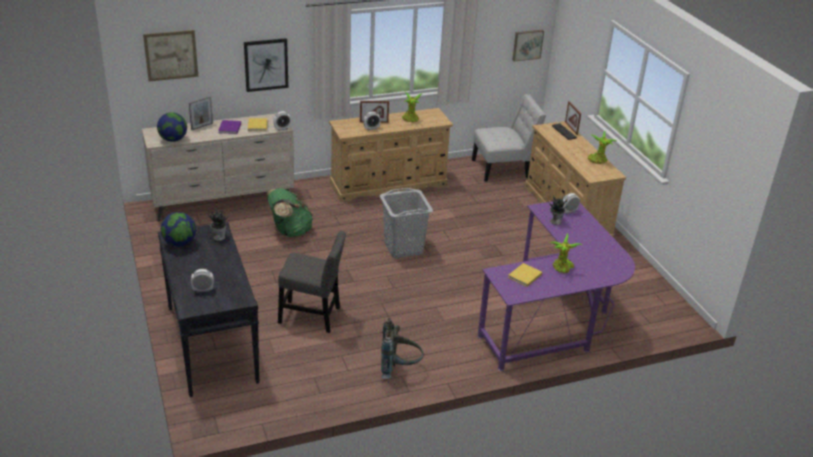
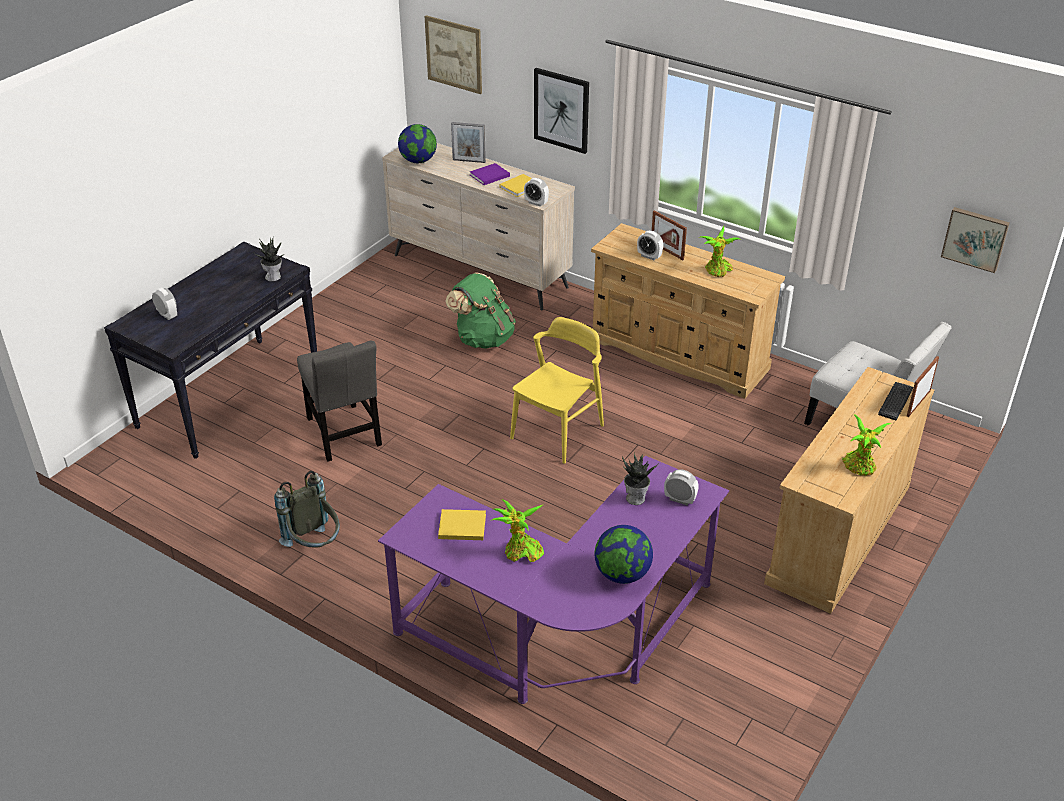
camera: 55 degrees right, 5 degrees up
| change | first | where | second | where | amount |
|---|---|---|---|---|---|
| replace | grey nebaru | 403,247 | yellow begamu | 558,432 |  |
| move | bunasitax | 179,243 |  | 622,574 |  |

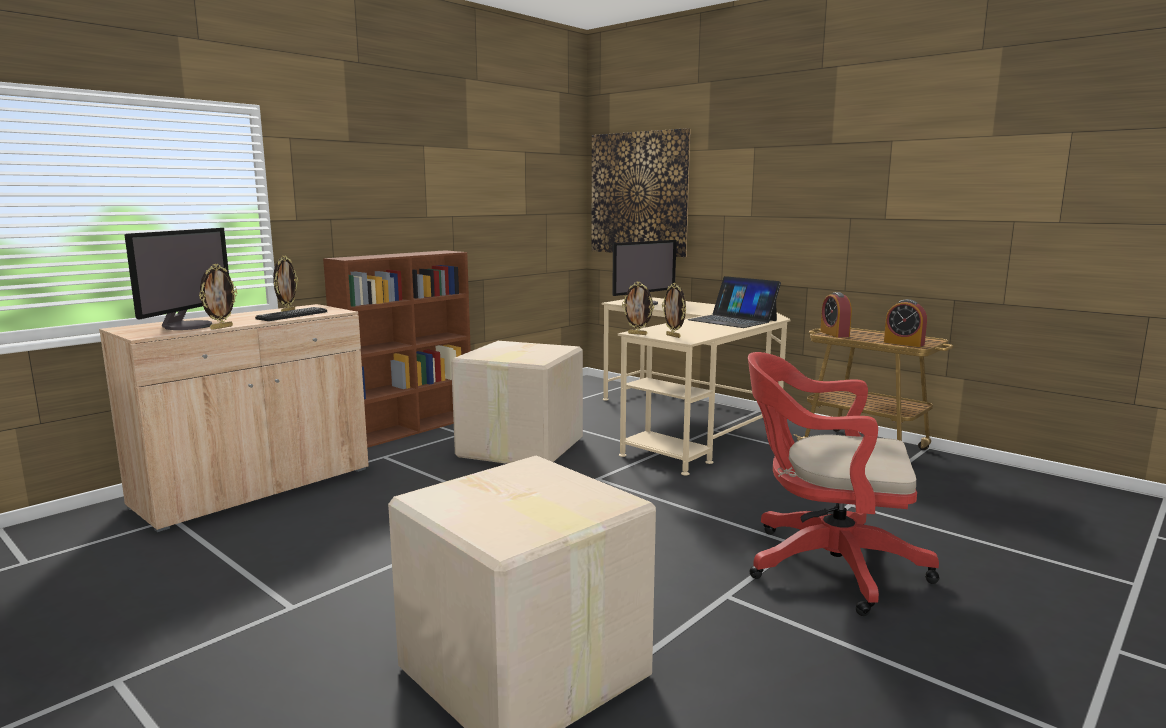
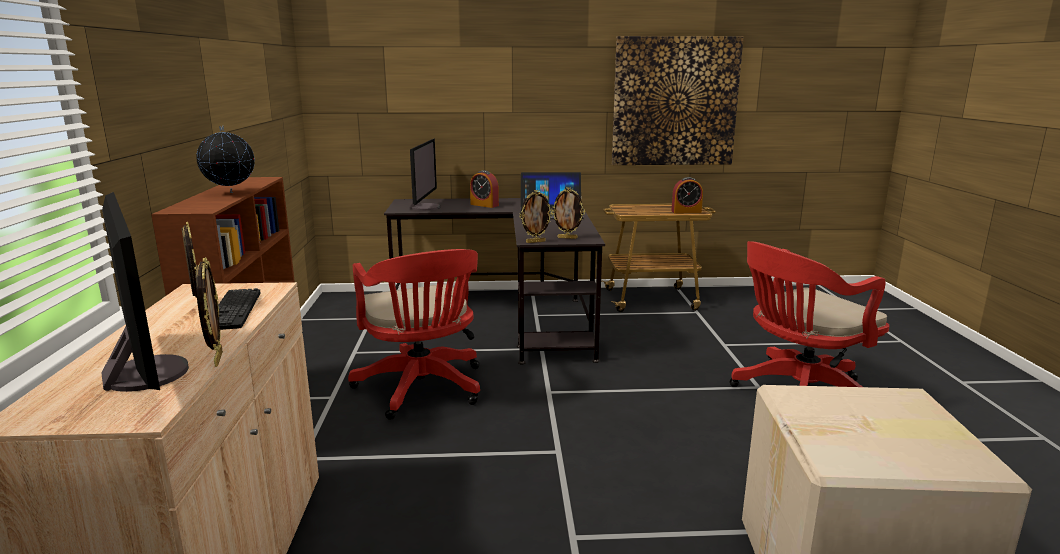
camera: 45 degrees left, 5 degrees up
| change | first | where | second | where | amount |
|---|---|---|---|---|---|
| move | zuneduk | 639,194 |  | 675,102 |  |
| move | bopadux | 834,334 |  | 484,205 |  |
| recolor | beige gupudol | 691,423 | black gupudol | 508,314 |  |
| replace | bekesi | 518,448 | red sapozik | 423,390 |  |
| insert |  |  | bunasitax | 230,193 |  |

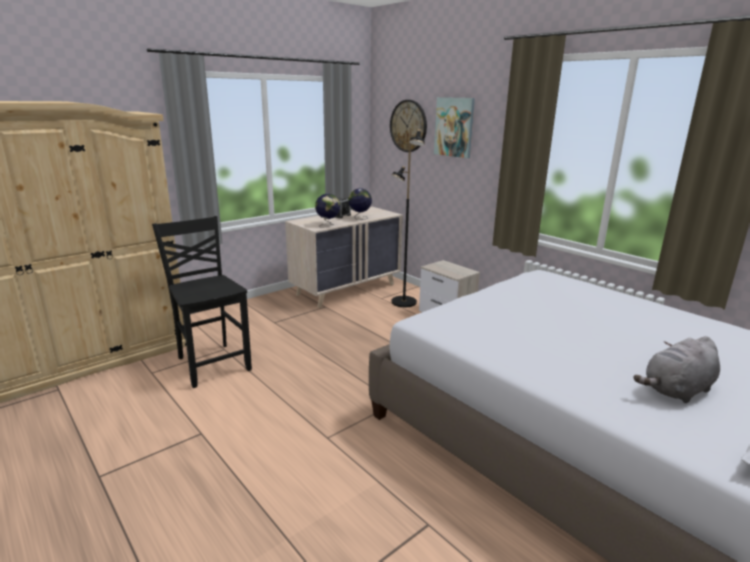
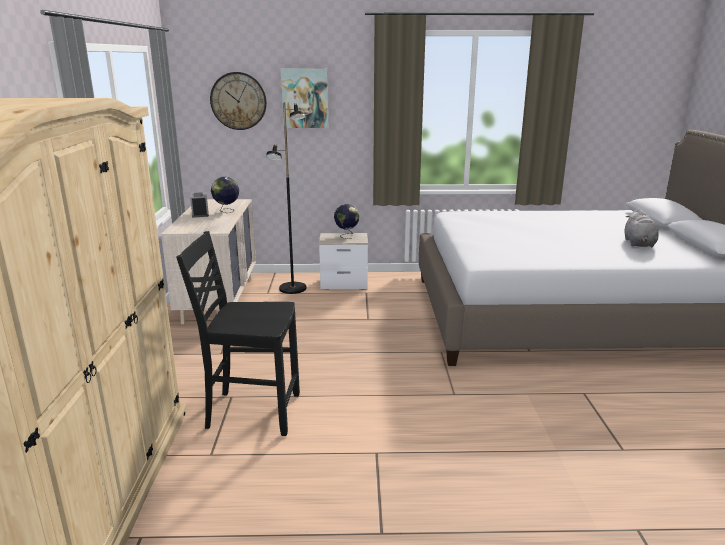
camera: 50 degrees left, 0 degrees up
| change | first | where | second | where | amount |
|---|---|---|---|---|---|
| move | bunasitax | 328,225 |  | 346,235 |  |

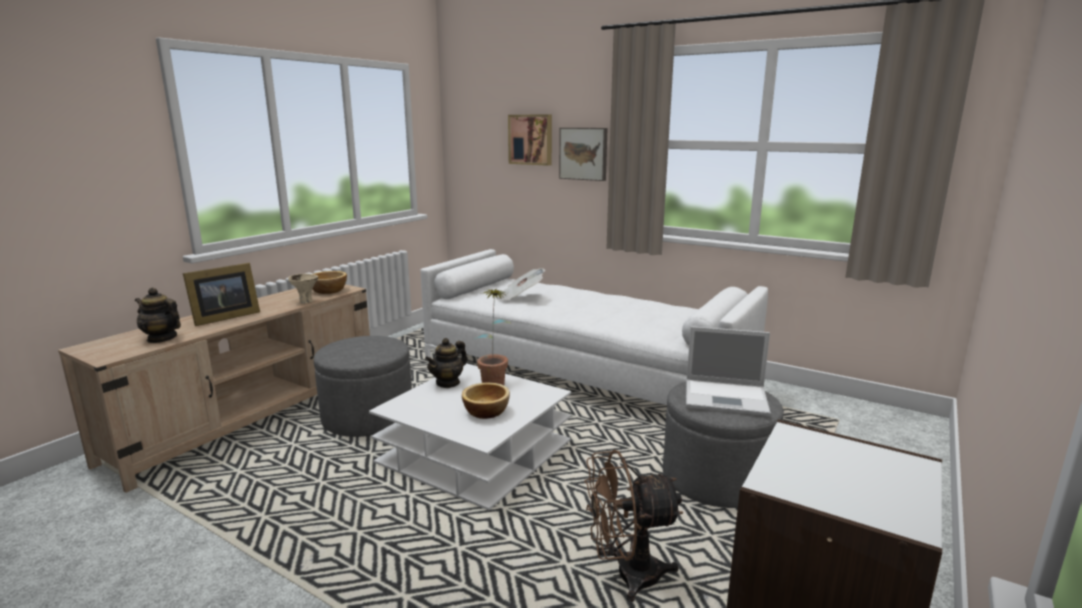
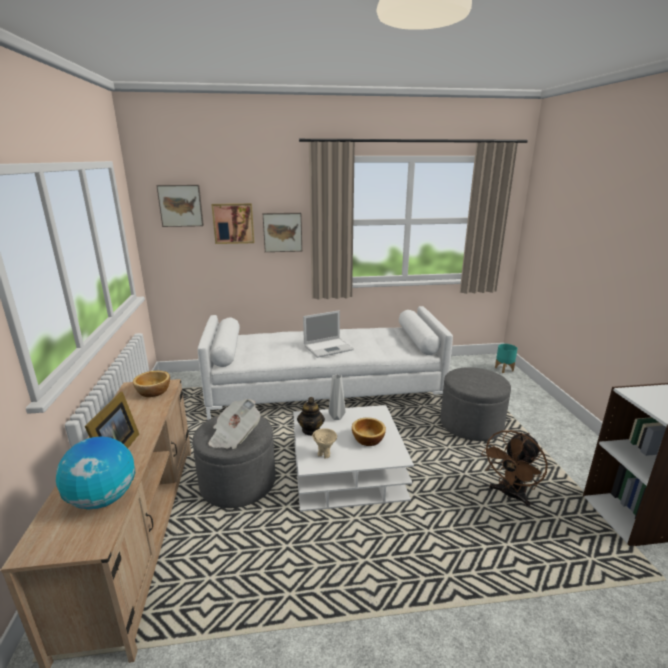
camera: 40 degrees left, 5 degrees up
| change | first | where | second | where | amount |
|---|---|---|---|---|---|
| move | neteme | 520,297 |  | 234,436 |  |
| move | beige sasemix | 305,301 |  | 324,454 |  |
| replace | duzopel | 162,338 | bunasitax | 103,499 |  |
| replace | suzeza | 494,381 | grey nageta | 336,417 |  |
| move | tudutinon | 727,397 |  | 329,347 |  |
| insert |  |  | zuneduk | 181,205 |  |
| insert |  |  | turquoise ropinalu | 504,369 |  |

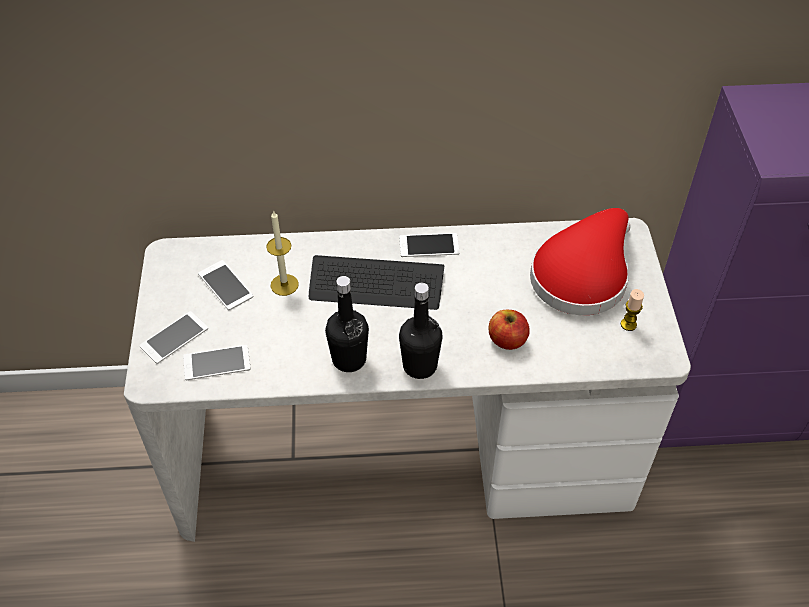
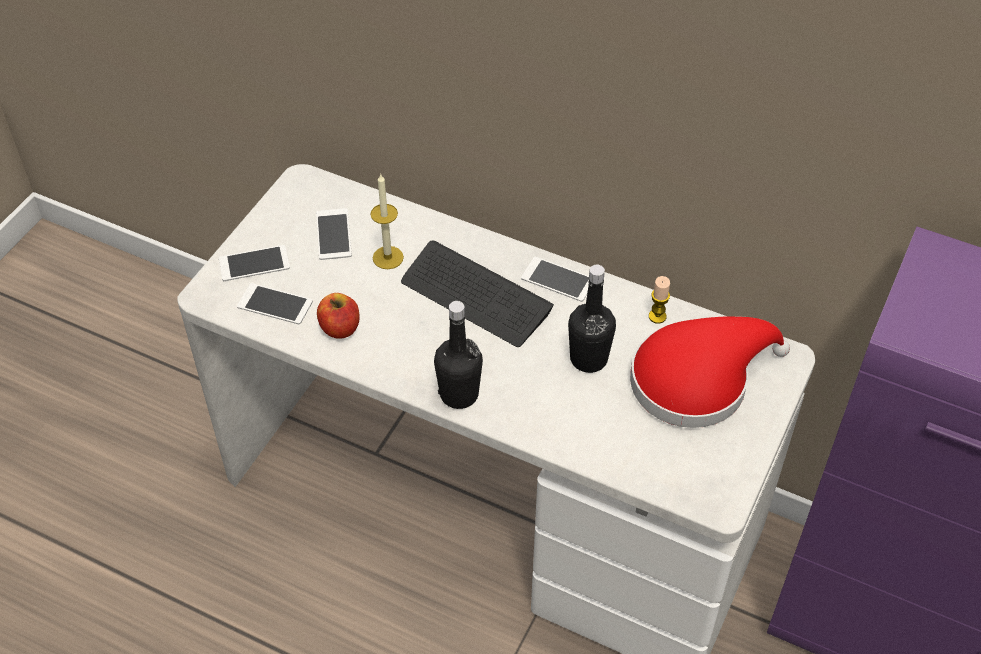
camera: 30 degrees right, 0 degrees up
| change | first | where | second | where | amount |
|---|---|---|---|---|---|
| move | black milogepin | 349,359 |  | 588,359 |  |
| move | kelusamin | 628,324 |  | 657,316 |  |
| move | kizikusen | 507,340 |  | 340,328 |  |

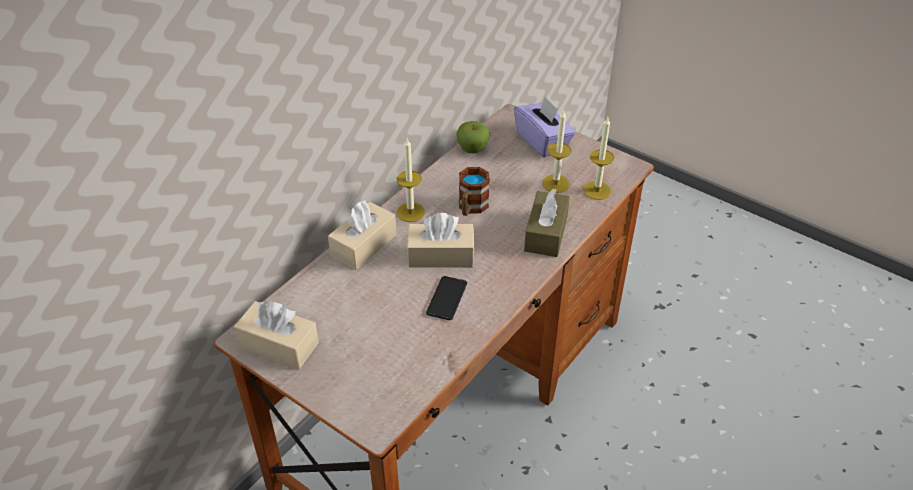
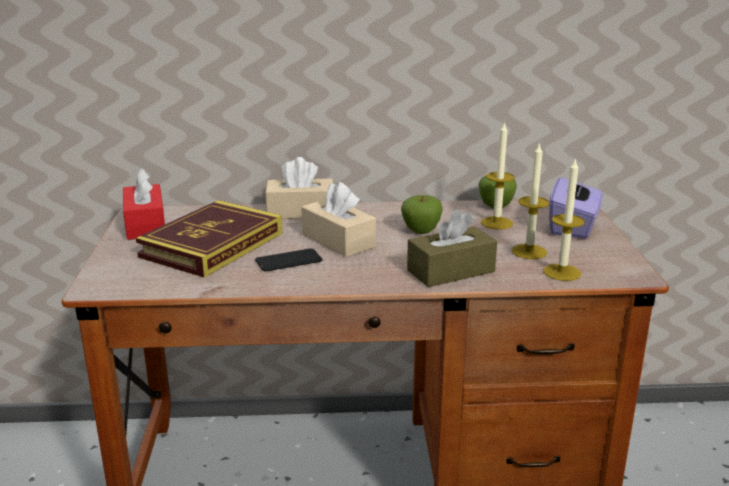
camera: 50 degrees right, 20 degrees down
| change | first | where | second | where | amount |
|---|---|---|---|---|---|
| move | kelusamin | 410,212 |  | 496,223 |  |
| replace | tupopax | 471,208 | kizikusen | 421,231 |  |
| recolor | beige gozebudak | 279,344 | red gozebudak | 145,225 |  |
| insert |  |  | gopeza | 212,245 |  |

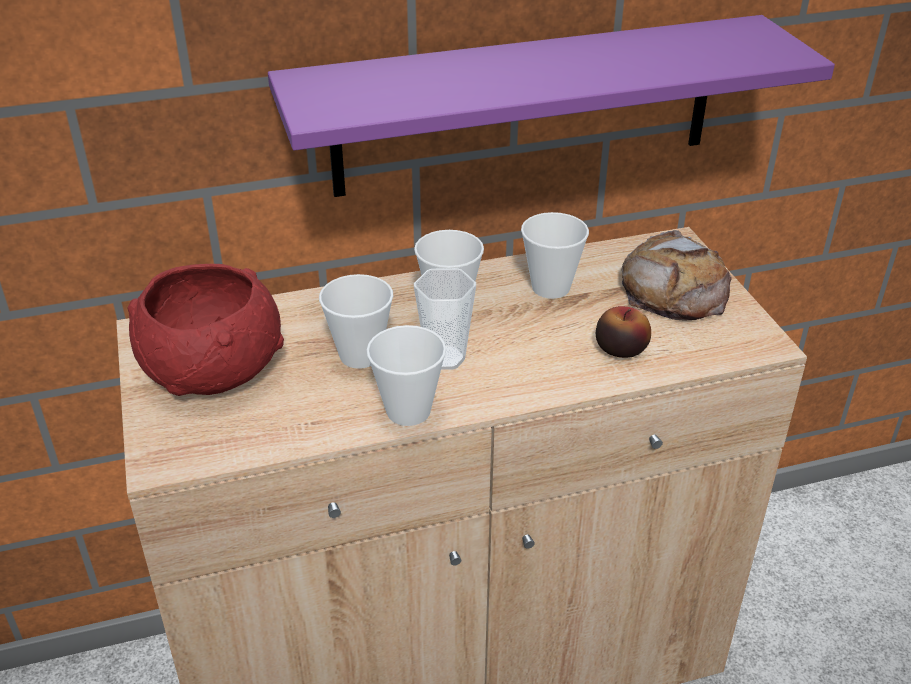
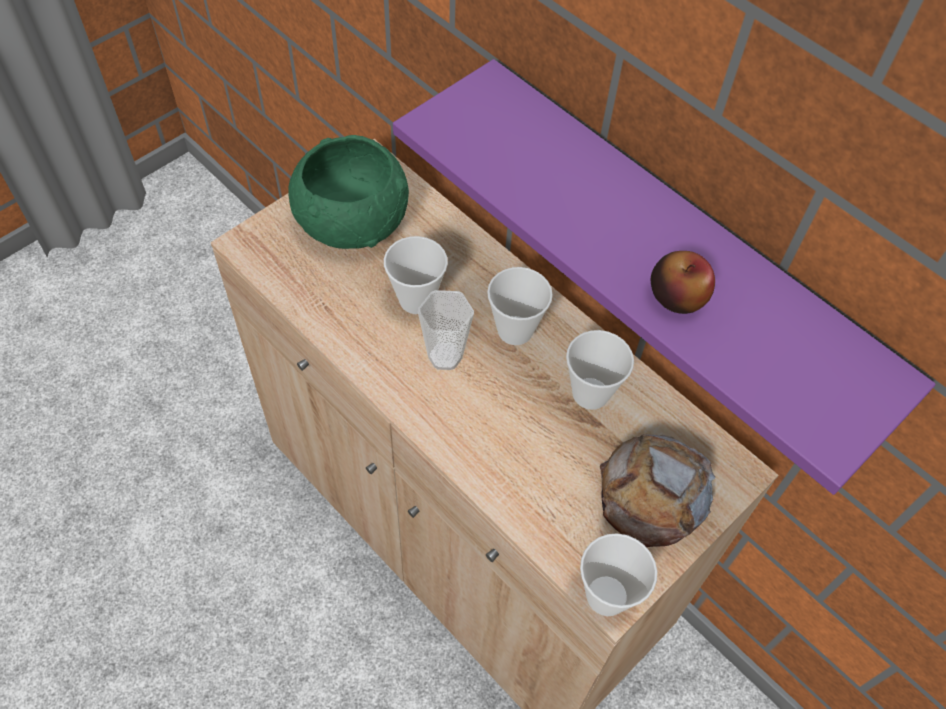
camera: 60 degrees right, 20 degrees up
| change | first | where | second | where | amount |
|---|---|---|---|---|---|
| recolor | red sasemix | 212,368 | green sasemix | 351,220 |  |
| move | kizikusen | 621,348 |  | 677,296 |  |
| move | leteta | 408,411 |  | 606,595 |  |

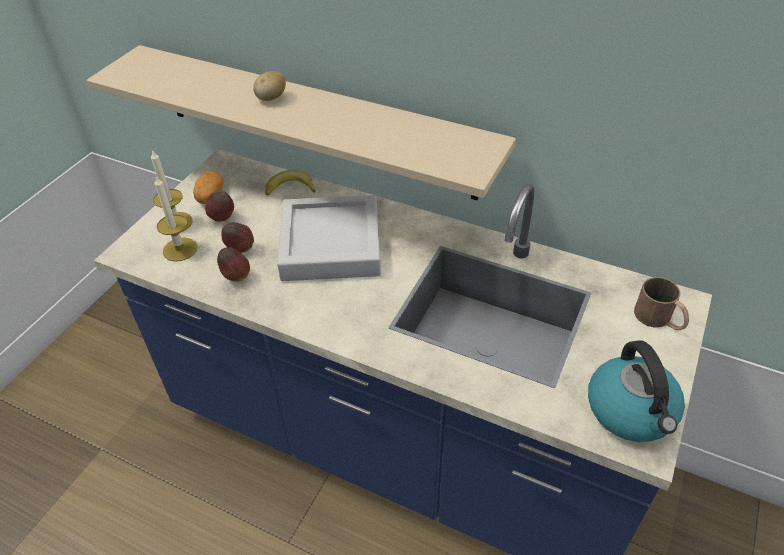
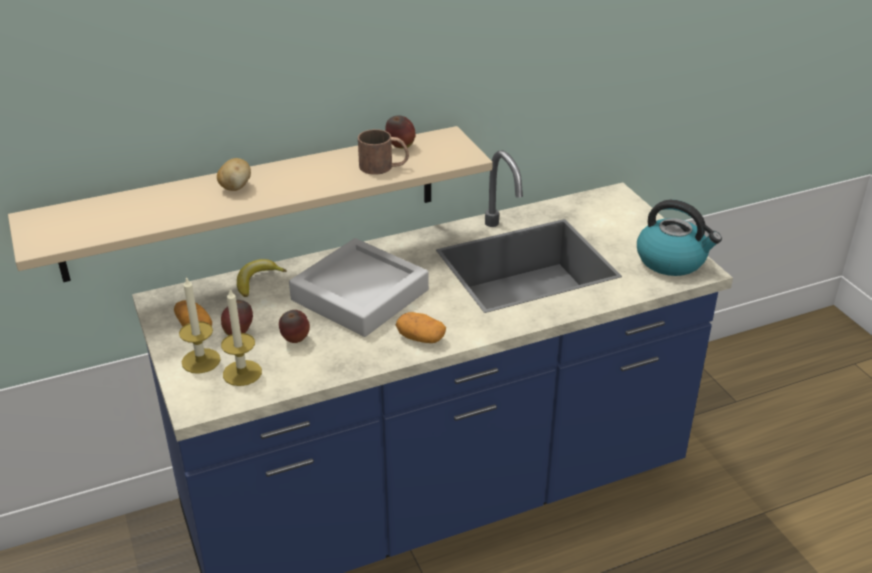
camera: 50 degrees left, 10 degrees down
| change | first | where | second | where | amount |
|---|---|---|---|---|---|
| move | kizikusen | 236,277 |  | 400,147 |  |
| move | brown tupopax | 659,319 |  | 384,166 |  |
| insert |  |  | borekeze | 420,338 |  |

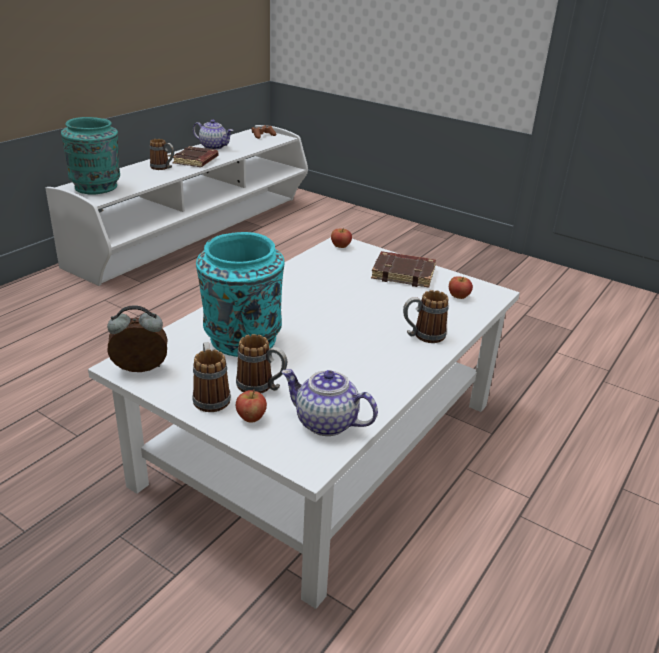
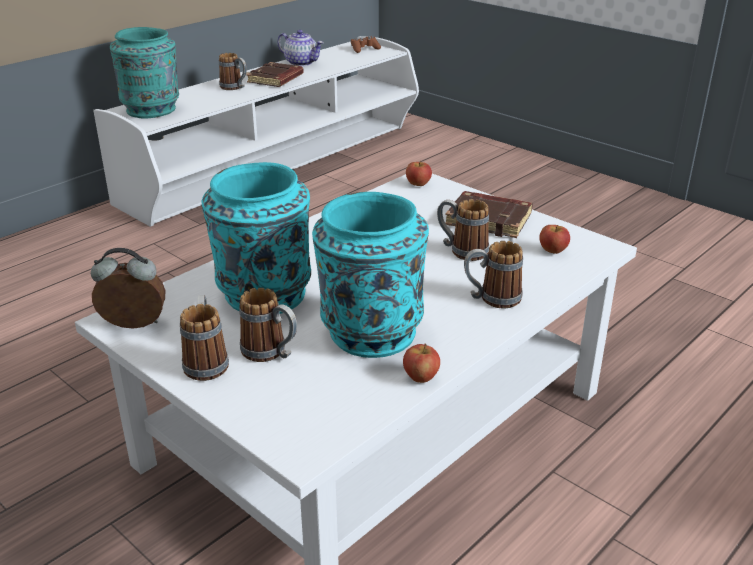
camera: 10 degrees right, 0 degrees up
| change | first | where | second | where | amount |
|---|---|---|---|---|---|
| delete | duzopel | 325,423 |  |  |  |
| move | kizikusen | 251,418 |  | 420,377 |  |
| insert |  |  | turquoise nageta | 370,333 |  |
| insert |  |  | tupopax | 461,250 |  |

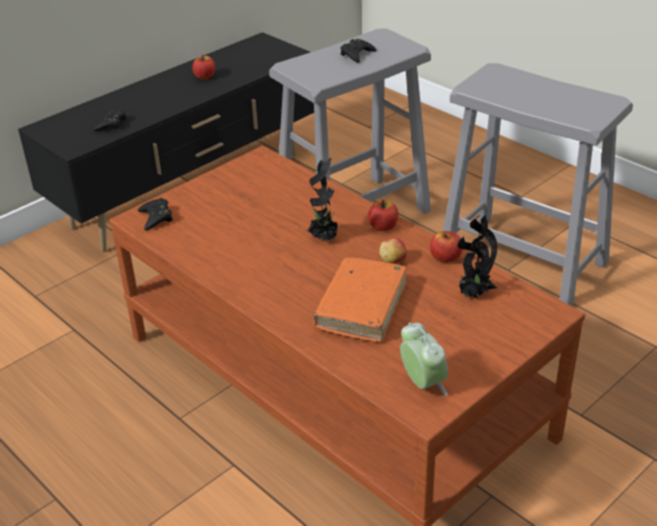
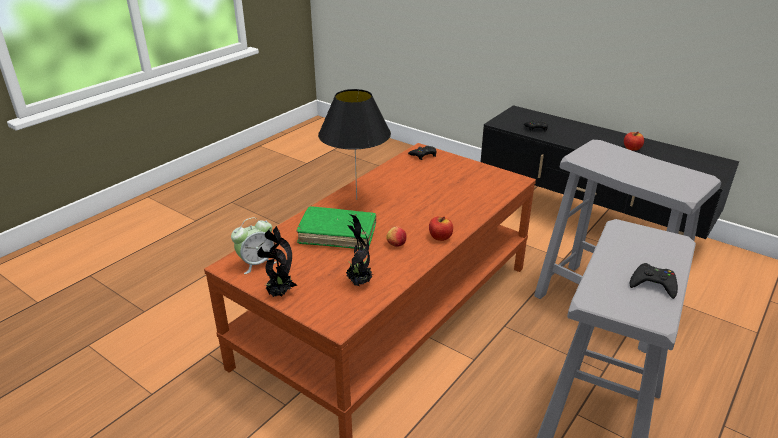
camera: 80 degrees right, 5 degrees down
| change | first | where | second | where | amount |
|---|---|---|---|---|---|
| move | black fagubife | 357,54 |  | 653,284 |  |
| move | suzeza | 324,239 |  | 279,294 |  |
| delete | kizikusen | 445,257 |  |  |  |
| recolor | orange gopeza | 361,307 | green gopeza | 337,234 |  |
| insert |  |  | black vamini | 357,199 |  |

